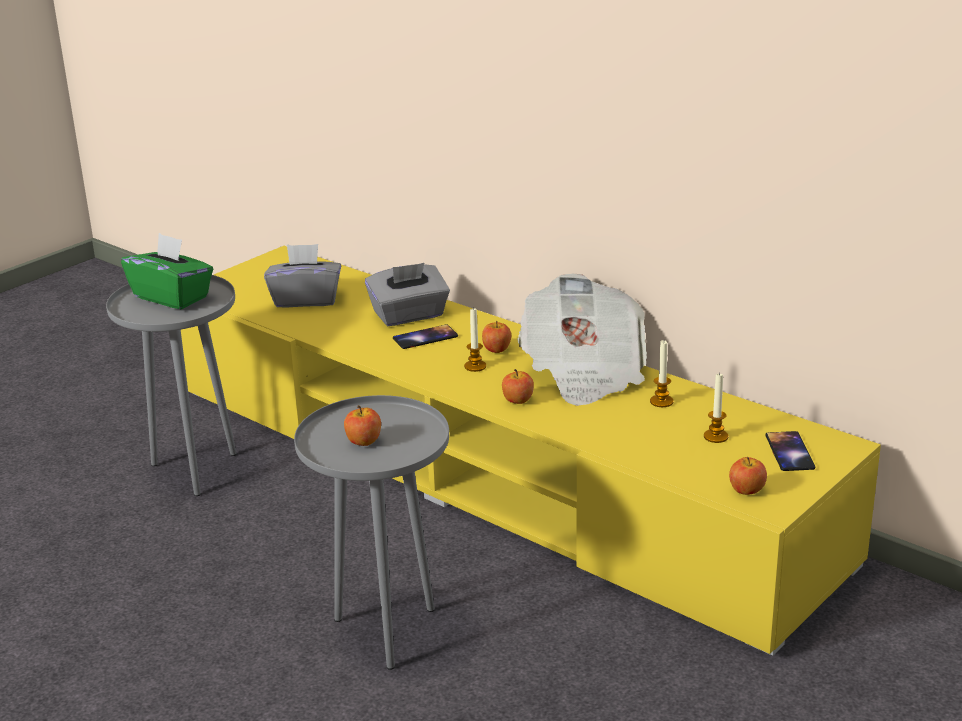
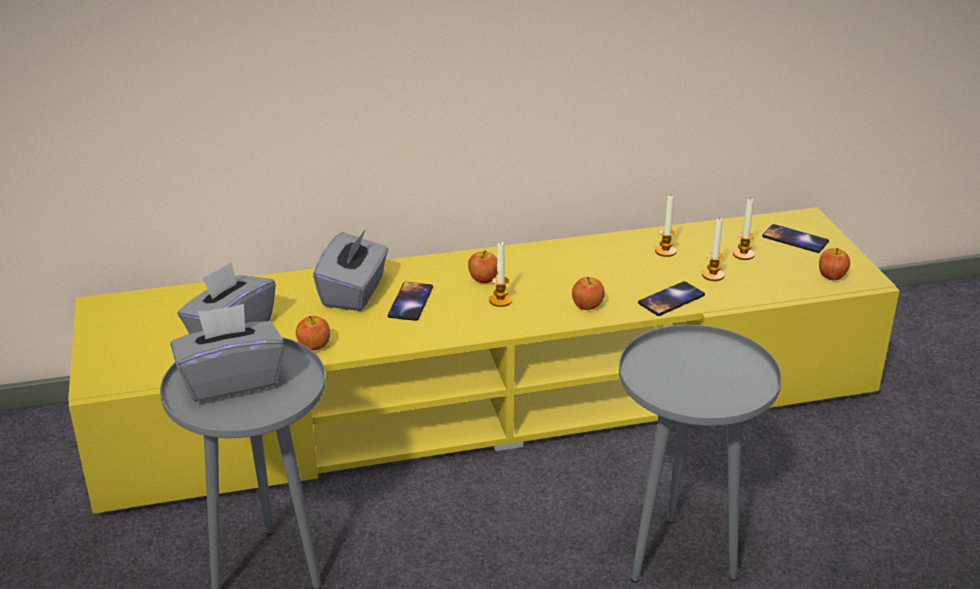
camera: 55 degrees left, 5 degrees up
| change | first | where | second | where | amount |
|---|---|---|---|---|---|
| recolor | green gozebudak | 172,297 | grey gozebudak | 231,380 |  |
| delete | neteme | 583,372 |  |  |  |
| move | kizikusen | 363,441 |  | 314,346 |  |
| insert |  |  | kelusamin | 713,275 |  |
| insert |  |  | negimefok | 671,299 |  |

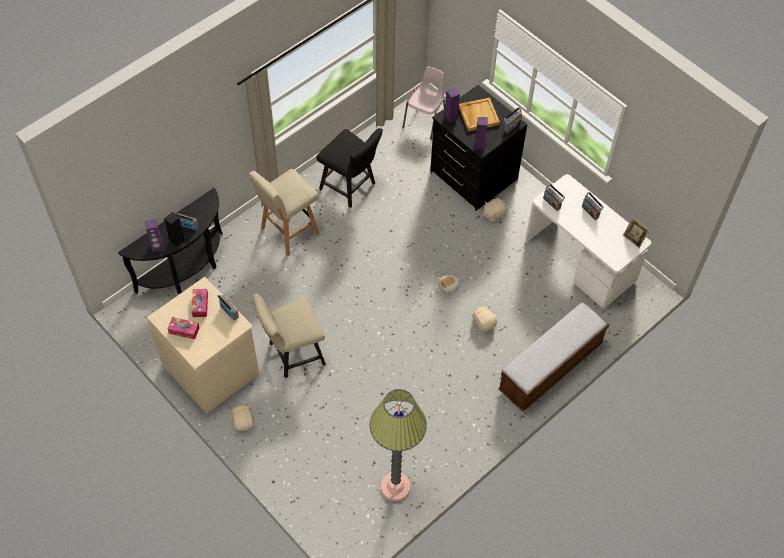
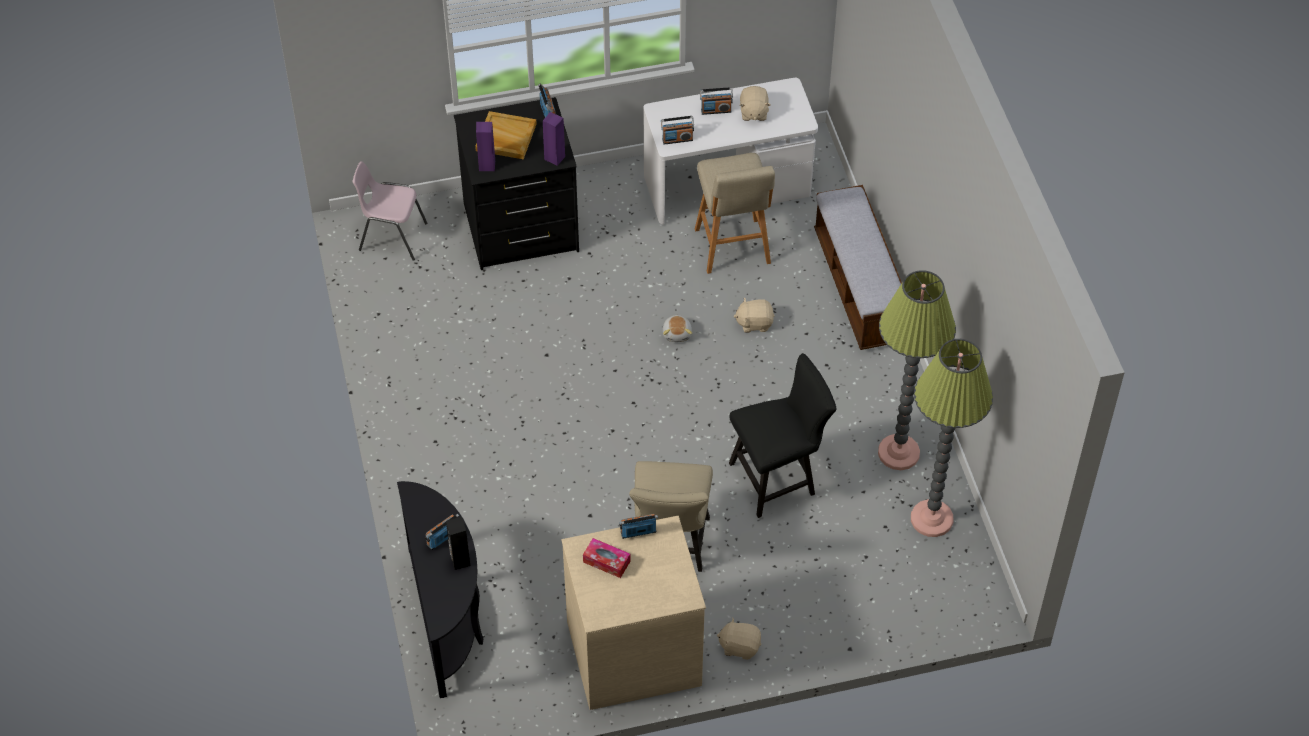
camera: 60 degrees left, 5 degrees down
| change | first | where | second | where | amount |
|---|---|---|---|---|---|
| rotate | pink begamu | 425,121 |  | 392,237 | 45 degrees counterclockwise |
| move | black begamu | 351,187 |  | 778,478 |  |
| move | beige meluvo | 288,232 |  | 733,248 |  |
| move | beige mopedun | 494,214 |  | 753,112 |  |
| delete | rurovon | 633,239 |  |  |  |
| delete | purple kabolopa | 157,247 |  |  |  |
| delete | gozebudak | 184,330 |  |  |  |
| insert |  |  | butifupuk | 898,453 |  |

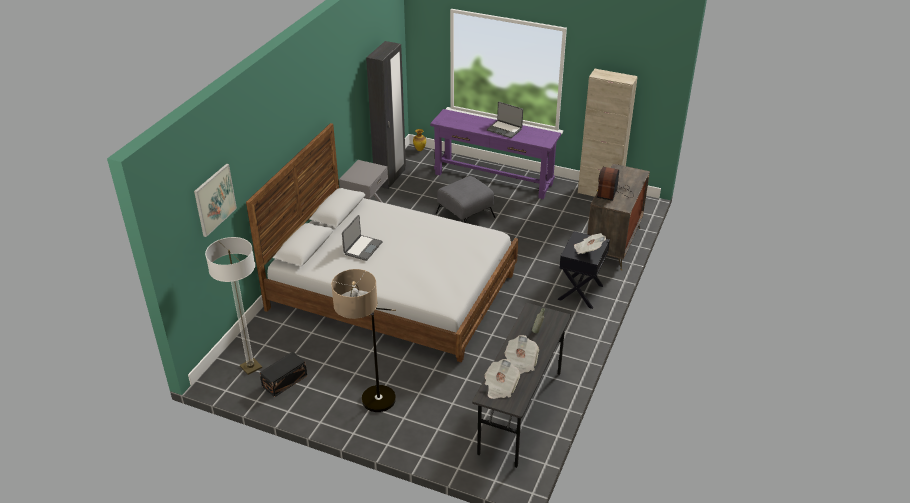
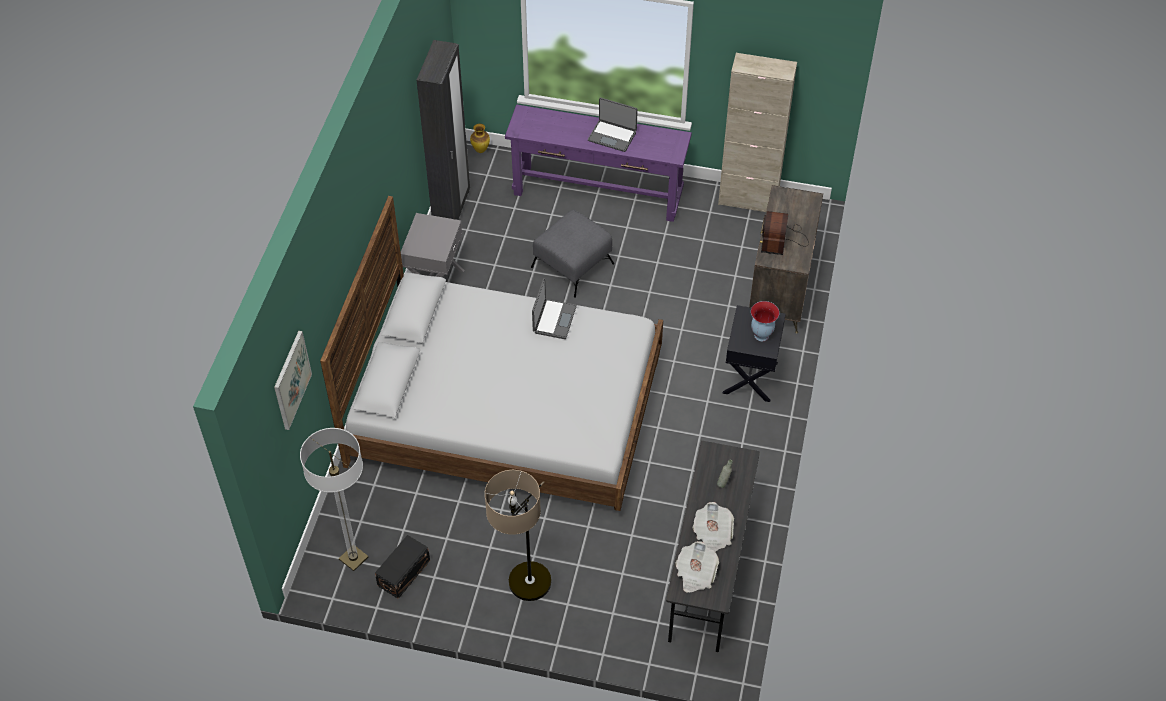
camera: 10 degrees left, 15 degrees up
| change | first | where | second | where | amount |
|---|---|---|---|---|---|
| move | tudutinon | 362,248 |  | 553,319 |  |
| replace | neteme | 588,250 | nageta | 761,335 |  |

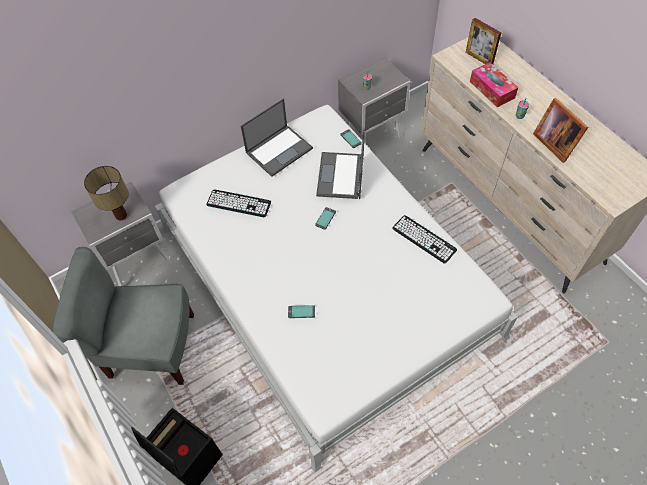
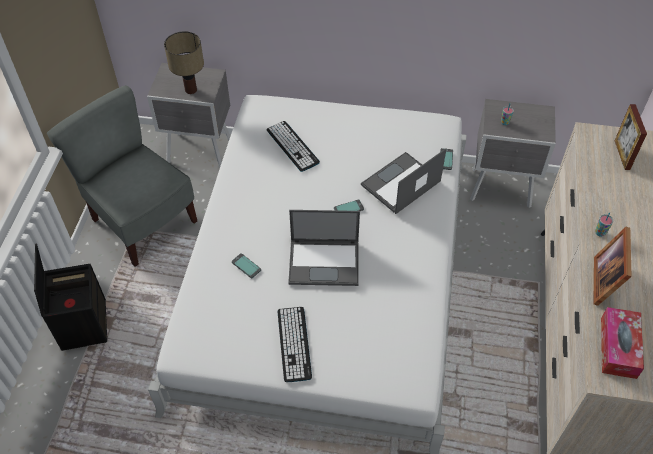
camera: 40 degrees right, 5 degrees down
| change | first | where | second | where | amount |
|---|---|---|---|---|---|
| move | gozebudak | 492,89 |  | 618,347 |  |
| move | tudutinon | 279,150 |  | 325,262 |  |
| move | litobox | 424,239 |  | 294,344 |  |

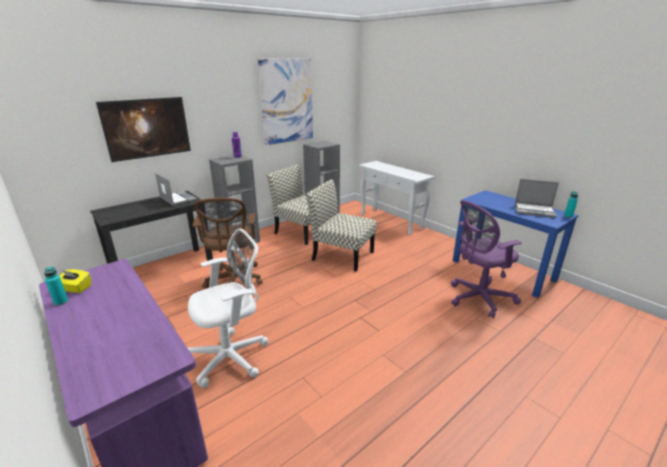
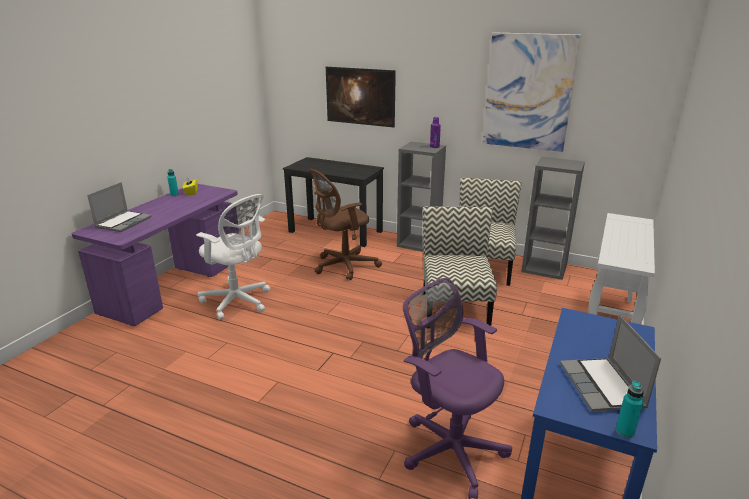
camera: 65 degrees right, 0 degrees up
| change | first | where | second | where | amount |
|---|---|---|---|---|---|
| move | tudutinon | 177,199 |  | 123,222 |  |

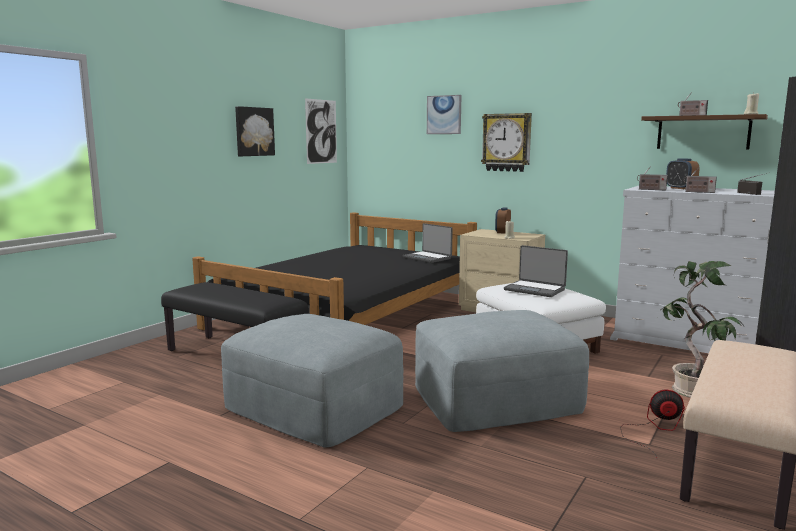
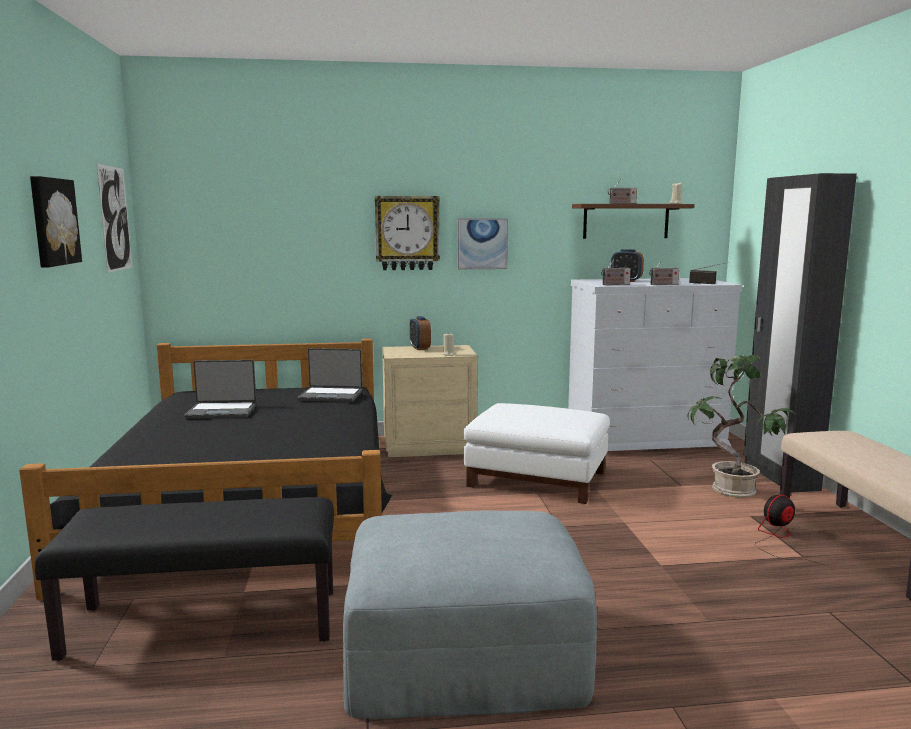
camera: 40 degrees left, 0 degrees up
| change | first | where | second | where | amount |
|---|---|---|---|---|---|
| move | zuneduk | 444,114 |  | 482,243 |  |
| move | tudutinon | 535,289 |  | 222,411 |  |
| delete | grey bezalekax | 495,398 |  |  |  |

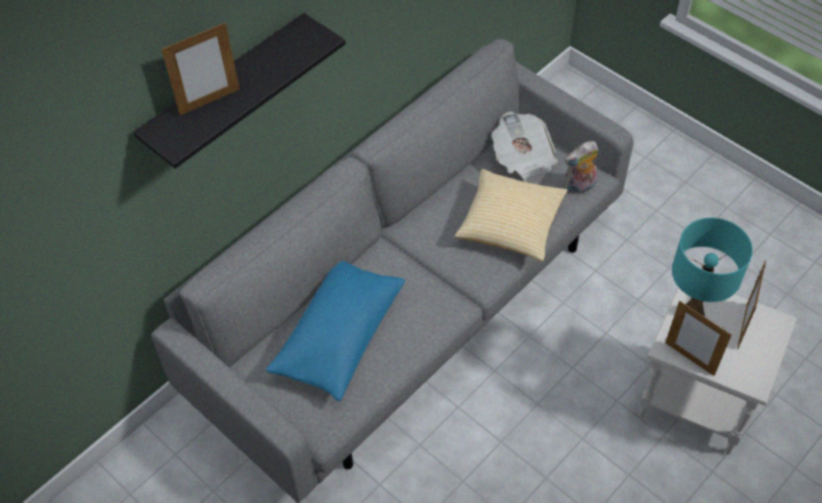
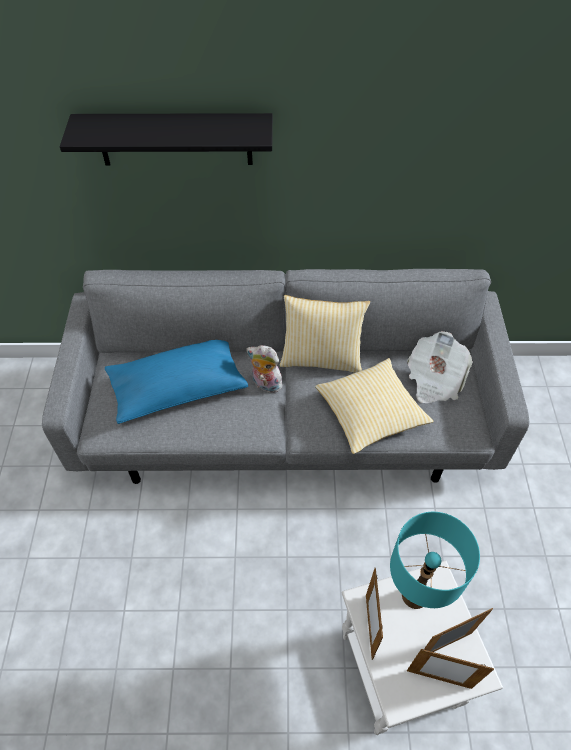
camera: 45 degrees right, 0 degrees up
| change | first | where | second | where | amount |
|---|---|---|---|---|---|
| move | rurovon | 209,101 |  | 438,679 |  |
| move | mopedun | 579,187 |  | 265,385 |  |
| insert |  |  | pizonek | 321,358 |  |

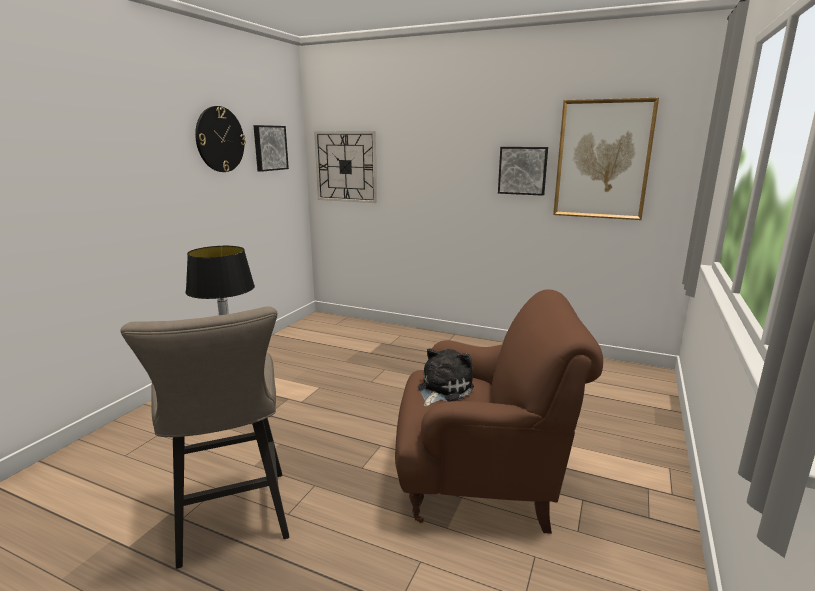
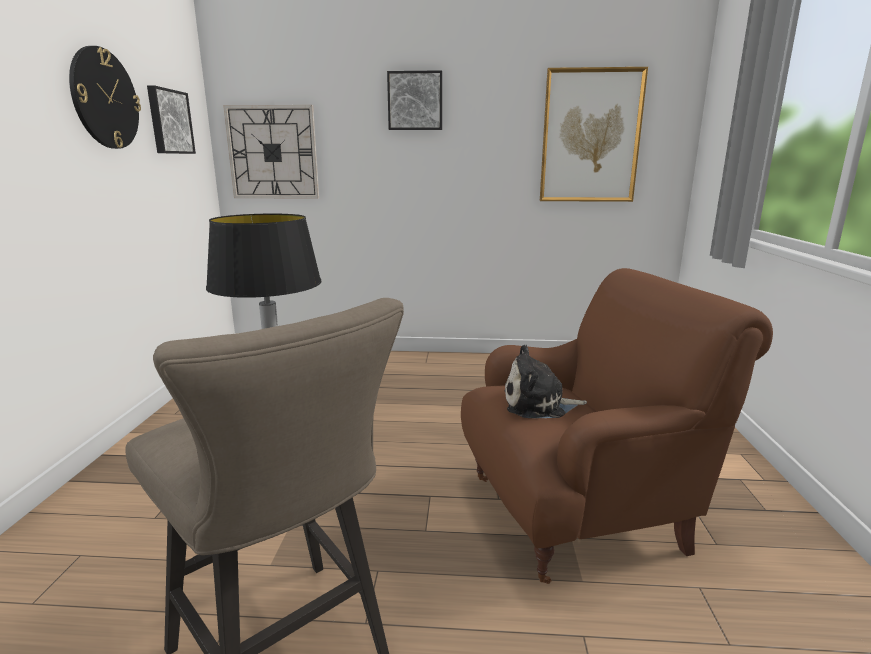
camera: 20 degrees left, 0 degrees up
| change | first | where | second | where | amount |
|---|---|---|---|---|---|
| move | zuneduk | 522,170 |  | 415,101 |  |
| rotate | mopedun | 442,389 |  | 538,404 | 105 degrees counterclockwise |

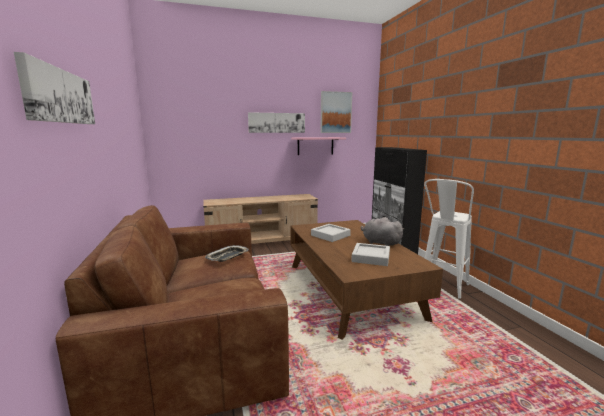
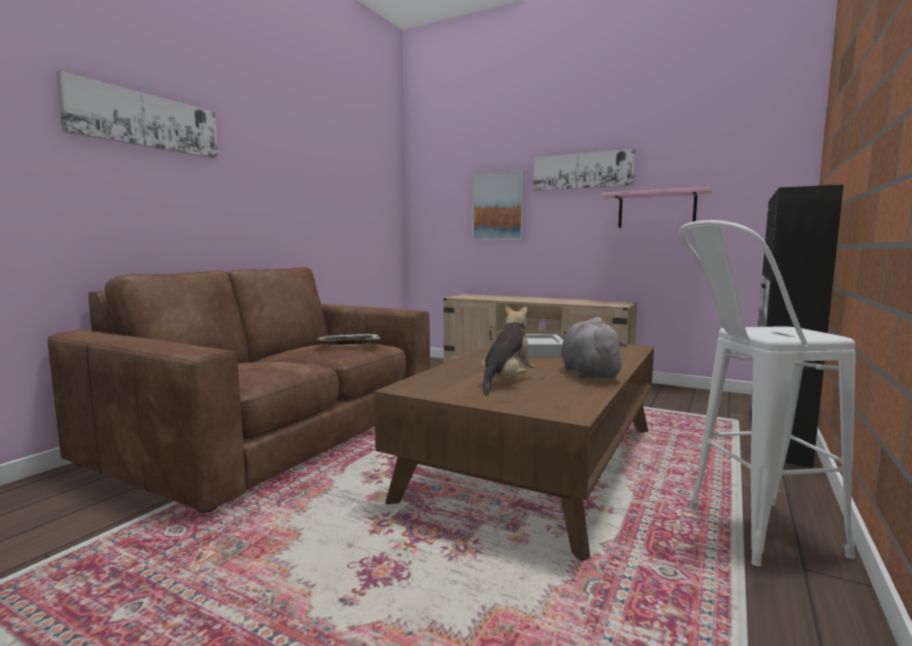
camera: 45 degrees right, 5 degrees down
| change | first | where | second | where | amount |
|---|---|---|---|---|---|
| move | zuneduk | 335,112 |  | 498,206 |  |
| replace | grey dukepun | 371,257 | mopedun | 506,382 |  |

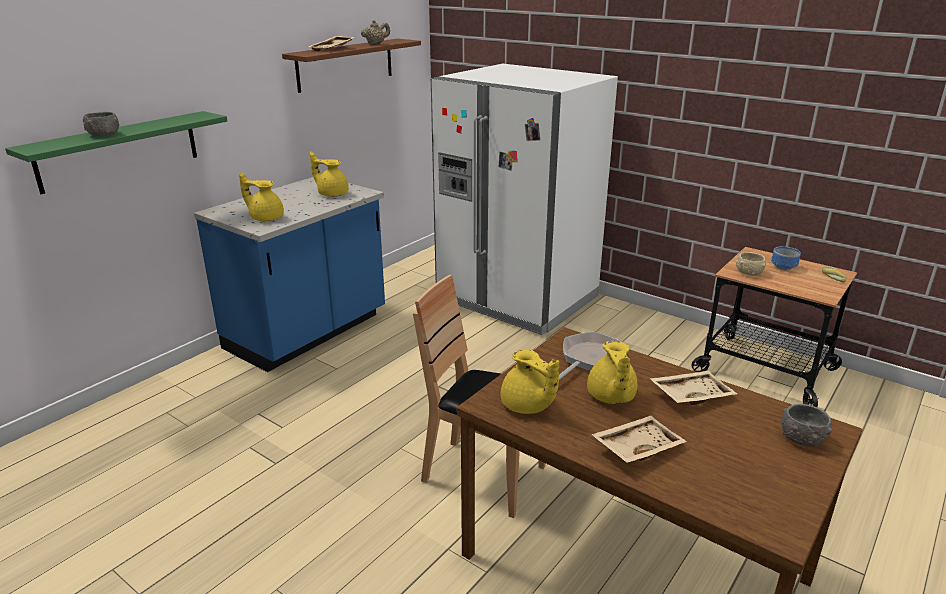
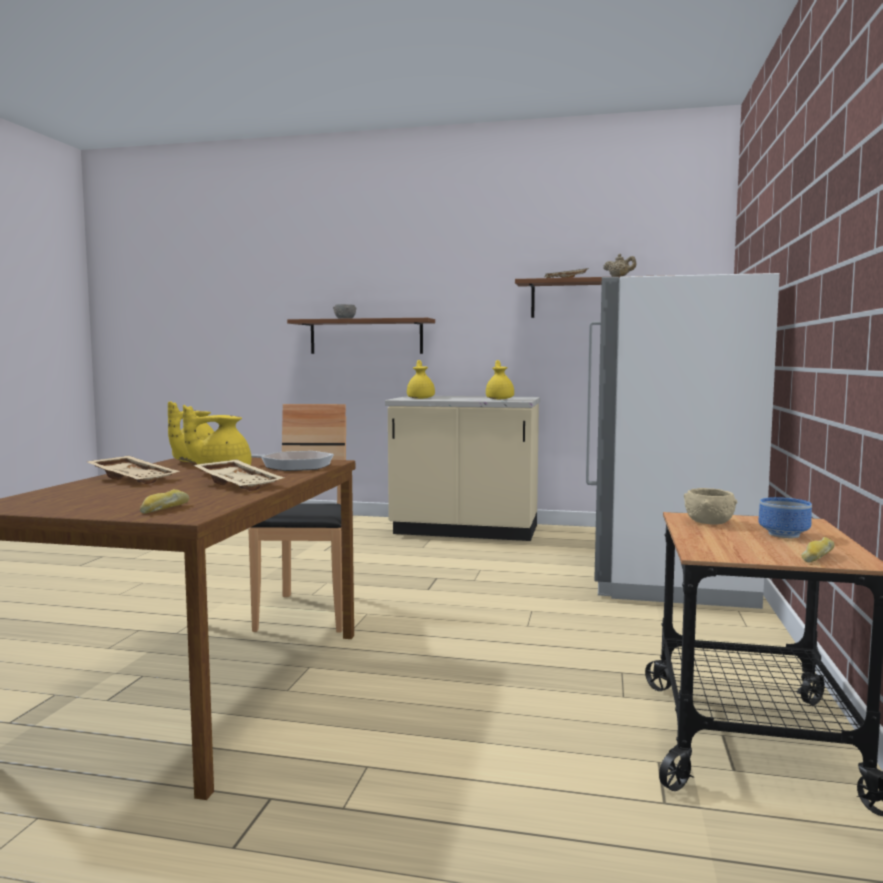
camera: 65 degrees right, 20 degrees down
| change | first | where | second | where | amount |
|---|---|---|---|---|---|
| recolor | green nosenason | 119,151 | brown nosenason | 366,336 |  |
| recolor | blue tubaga | 308,333 | beige tubaga | 465,531 |  |
| replace | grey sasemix | 802,438 | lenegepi | 164,508 |  |

